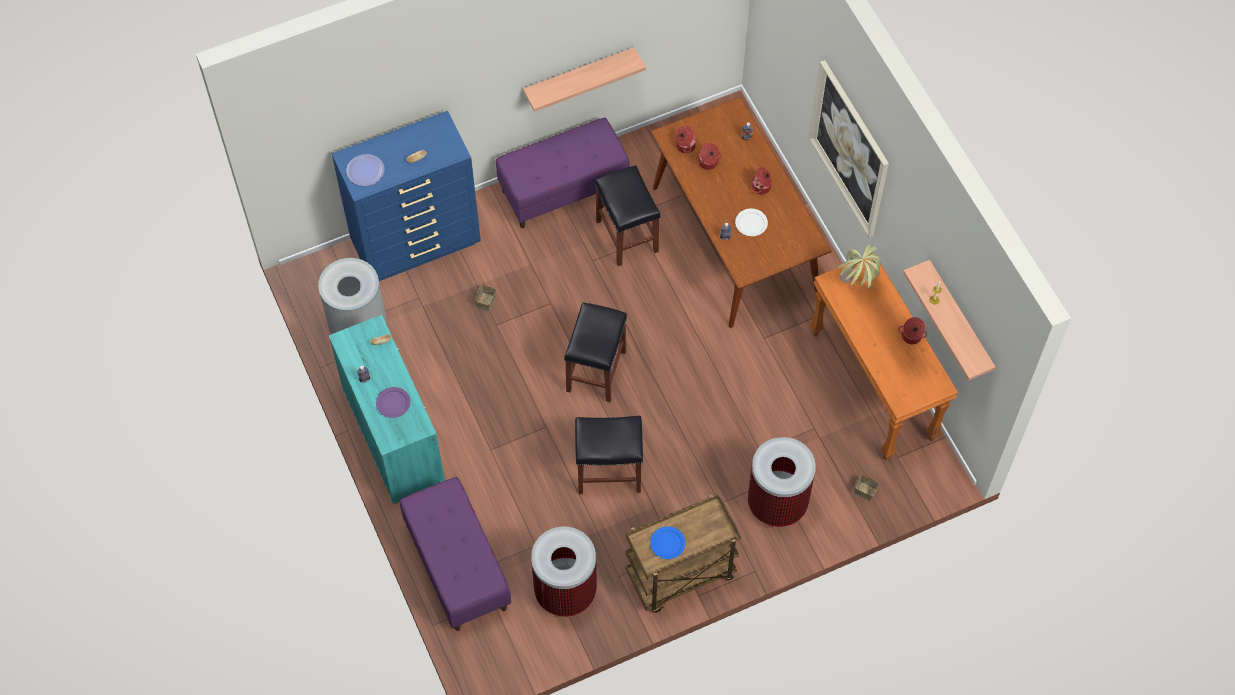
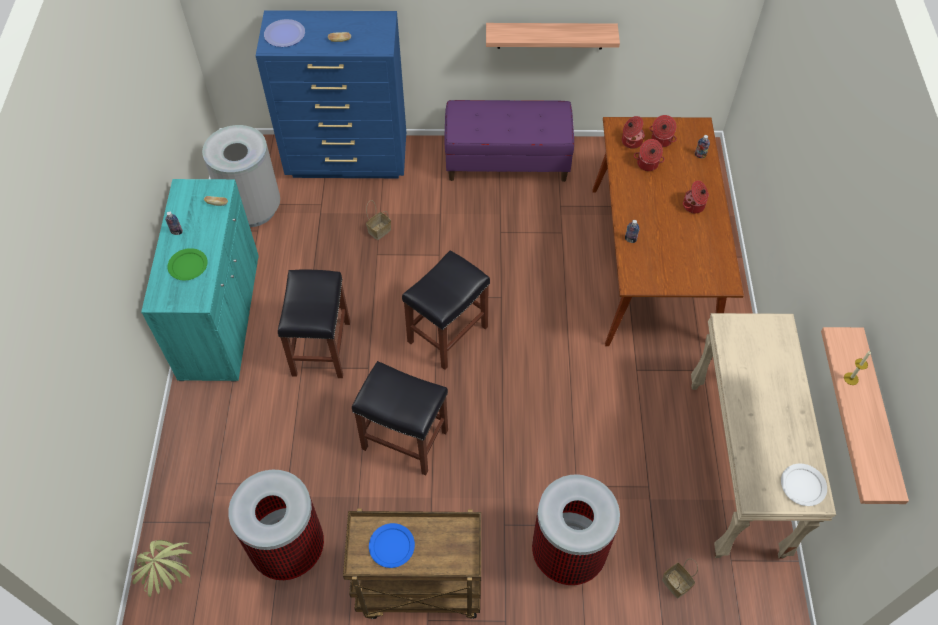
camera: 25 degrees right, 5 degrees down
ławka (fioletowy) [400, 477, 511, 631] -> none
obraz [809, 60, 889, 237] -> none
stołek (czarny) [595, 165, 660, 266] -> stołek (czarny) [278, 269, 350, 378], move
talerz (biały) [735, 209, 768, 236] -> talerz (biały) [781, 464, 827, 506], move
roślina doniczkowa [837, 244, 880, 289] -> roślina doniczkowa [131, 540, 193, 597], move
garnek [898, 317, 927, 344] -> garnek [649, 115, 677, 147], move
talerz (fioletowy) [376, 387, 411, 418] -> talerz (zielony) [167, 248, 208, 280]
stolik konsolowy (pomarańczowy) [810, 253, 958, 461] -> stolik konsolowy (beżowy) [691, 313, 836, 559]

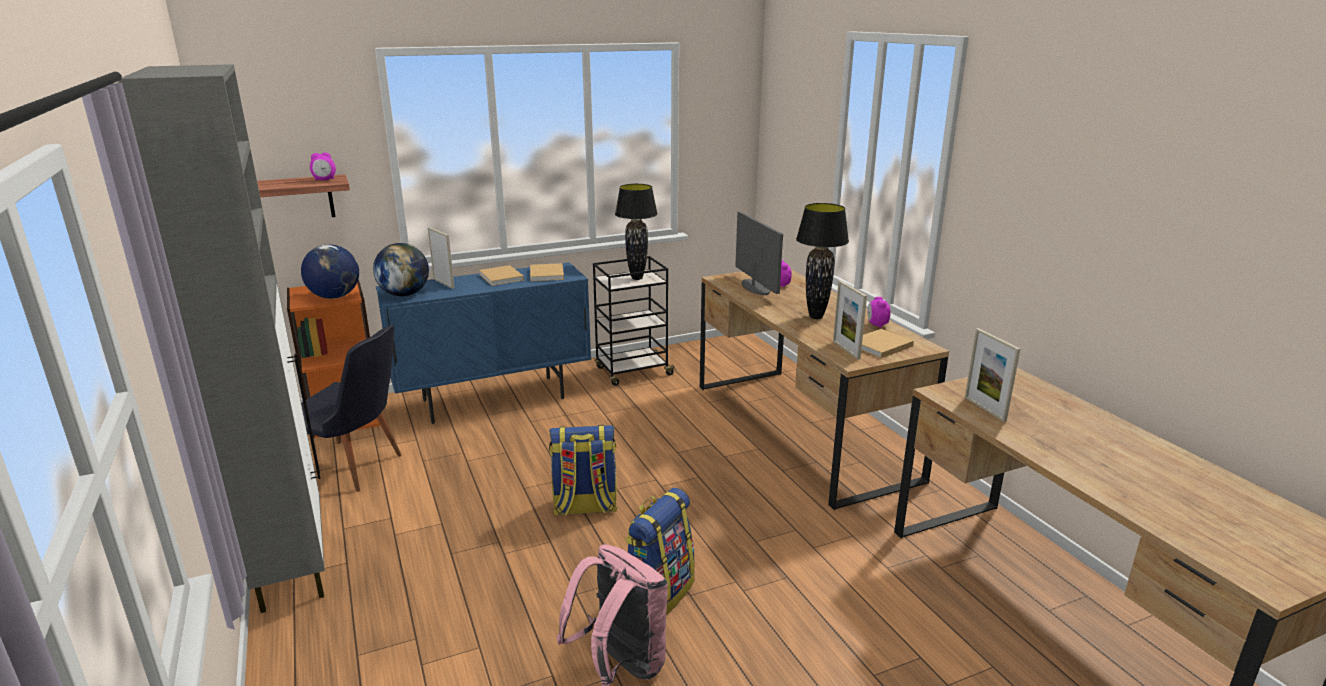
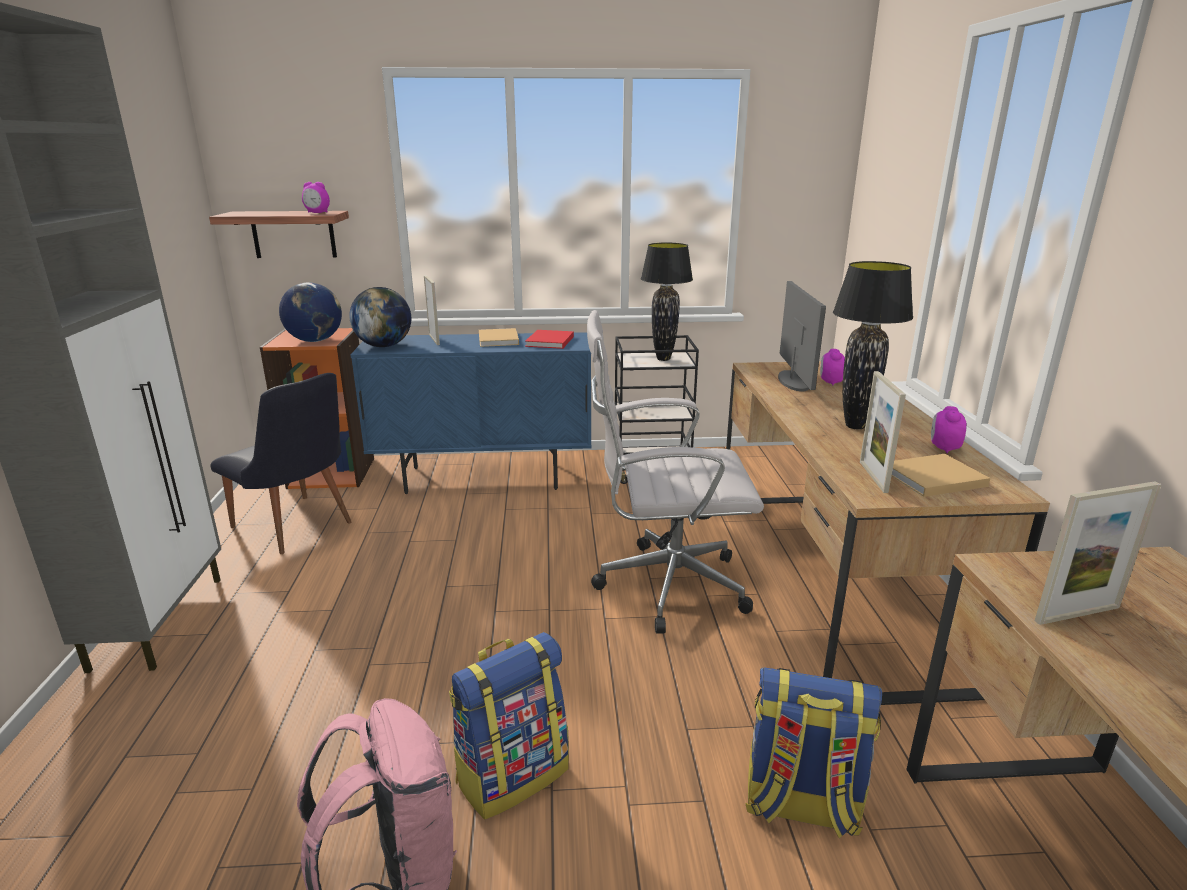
camera: 20 degrees right, 0 degrees up
none -> krzesło biurowe (biały) [587, 310, 764, 634]
plecak [549, 425, 617, 516] -> plecak [745, 667, 882, 838], move
książka (beżowy) [530, 263, 564, 281] -> książka (czerwony) [525, 330, 574, 349]
ramka na zdjęcie [965, 328, 1020, 422] -> ramka na zdjęcie [1035, 481, 1162, 625], 105 degrees counterclockwise

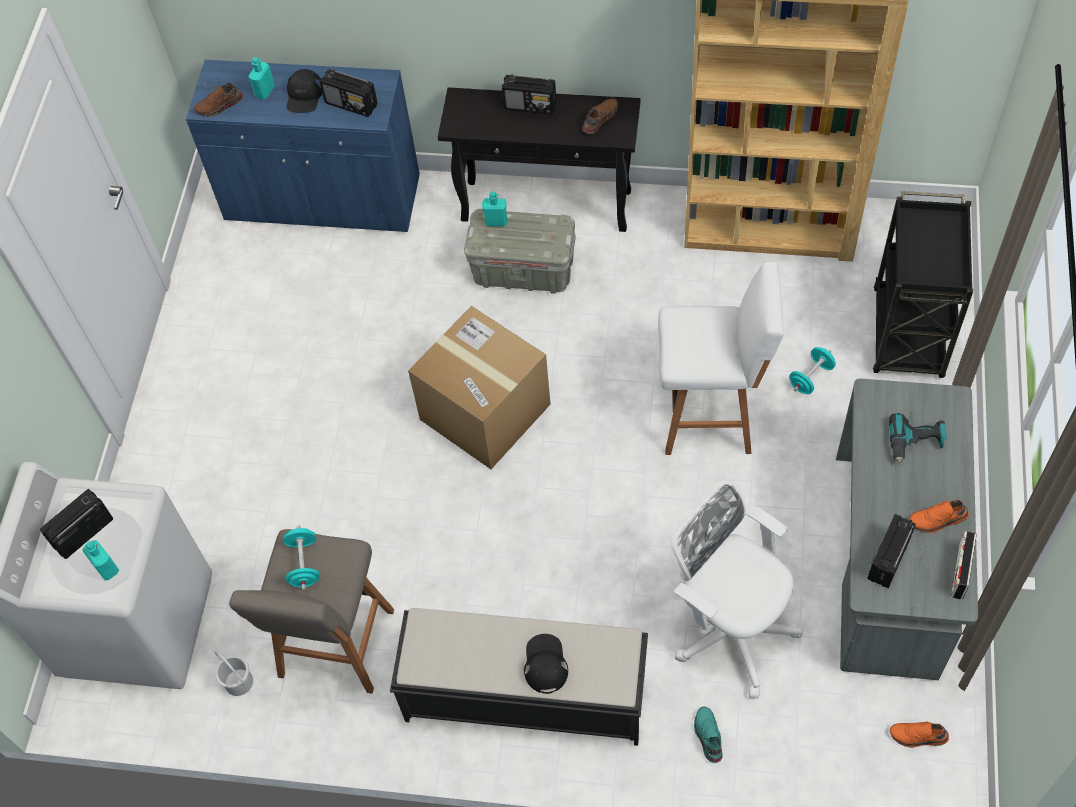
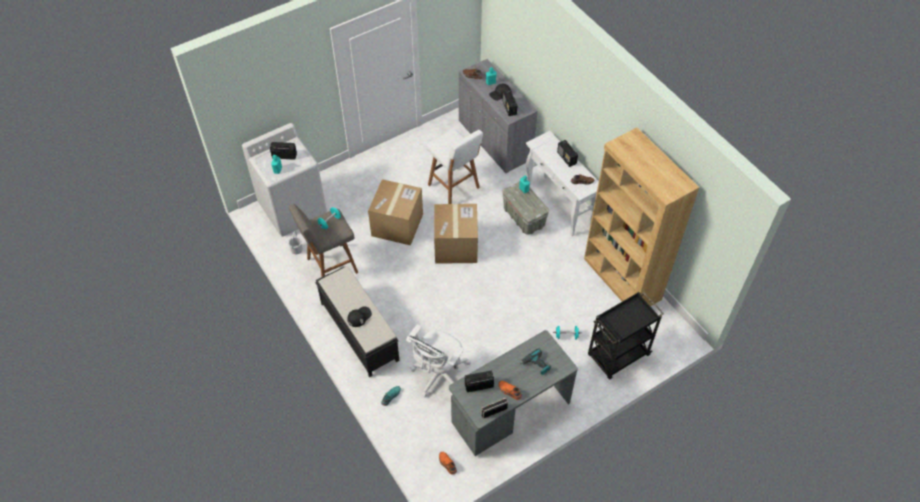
camera: 45 degrees right, 5 degrees down
none -> karton [368, 179, 423, 246]
stołek (biały) [658, 261, 784, 455] -> stołek (biały) [427, 129, 483, 204], move
szafka (niebieski) [186, 60, 420, 232] -> szafka (szary) [459, 59, 538, 173]
stolik konsolowy (czarny) [438, 87, 641, 232] -> stolik konsolowy (biały) [526, 131, 599, 236]
krzesło biurowe (biały) [671, 479, 803, 699] -> krzesło biurowe (biały) [406, 325, 471, 397], 150 degrees counterclockwise

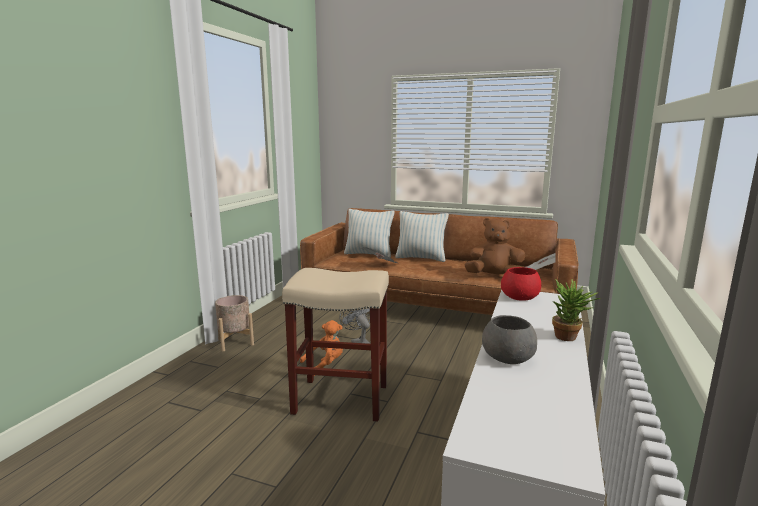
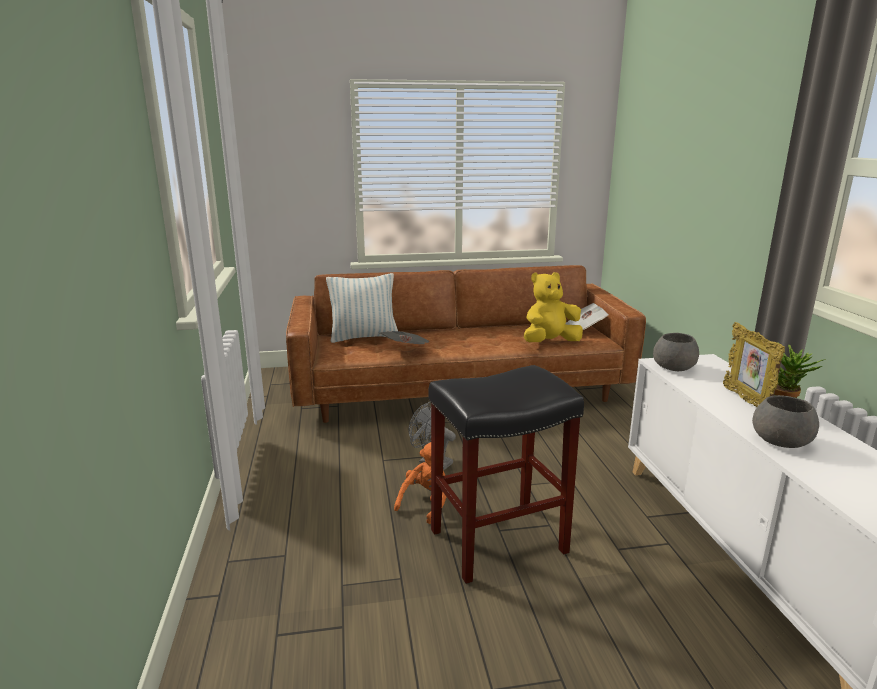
camera: 30 degrees left, 5 degrees up
donica (beżowy) [215, 295, 254, 351] -> none
poduszka [395, 211, 449, 262] -> none
none -> ramka na zdjęcie [723, 322, 785, 407]
stołek (beżowy) [282, 268, 389, 421] -> stołek (czarny) [428, 365, 584, 584]
pluszak (brązowy) [464, 218, 526, 274] -> pluszak (żółty) [524, 272, 583, 342]
miska (czerwony) [501, 267, 541, 301] -> miska (szary) [653, 333, 699, 371]

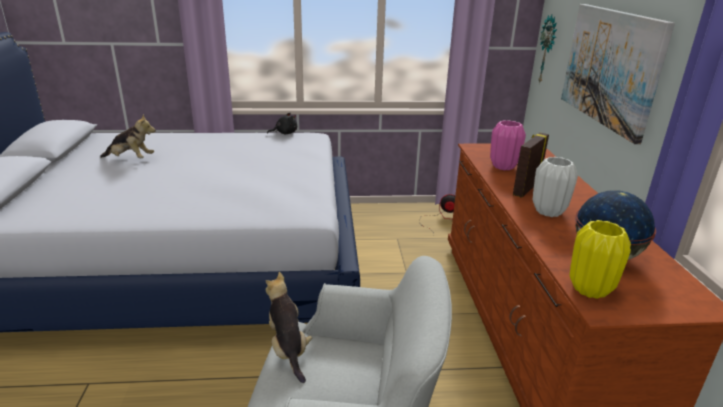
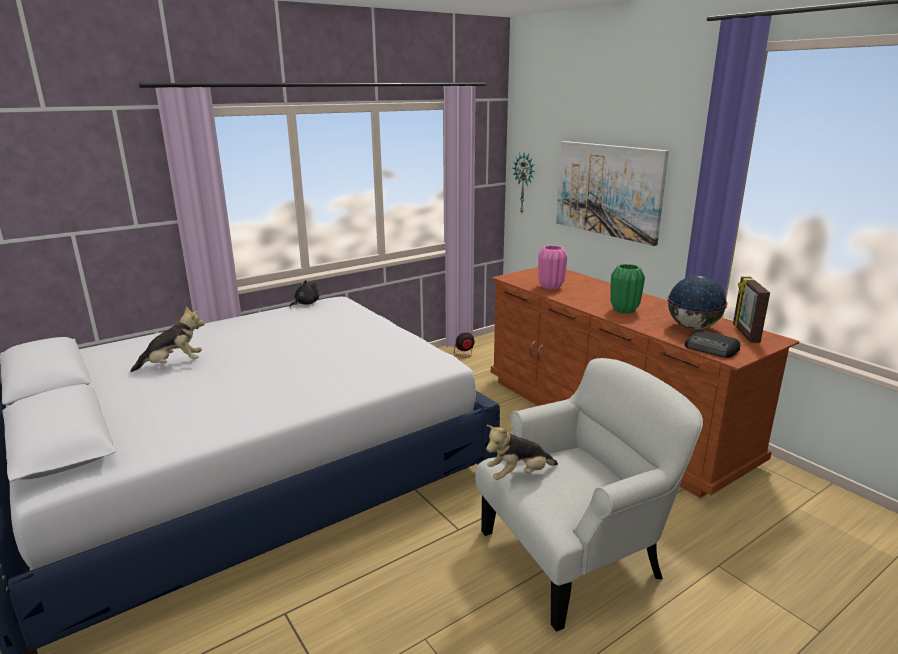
camera: 30 degrees left, 5 degrees down
ramka na zdjęcie [513, 133, 549, 198] -> ramka na zdjęcie [733, 277, 770, 343], move
wazon (żółty) [569, 220, 631, 299] -> radio [685, 330, 740, 358]
wazon (biały) [533, 157, 578, 217] -> wazon (zielony) [610, 264, 645, 313]
pluszak [266, 272, 312, 383] -> pluszak [486, 425, 558, 480], 60 degrees counterclockwise

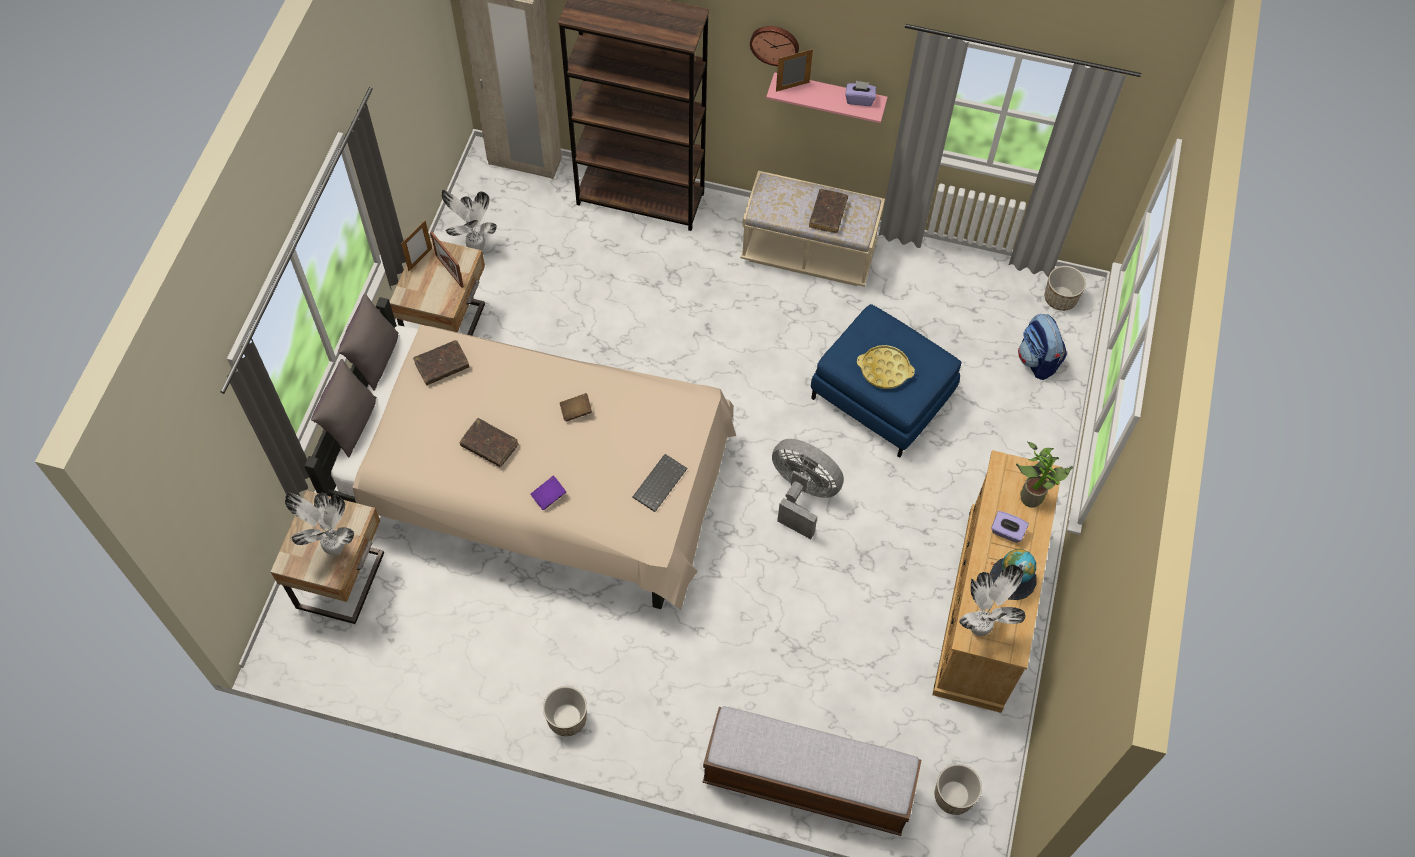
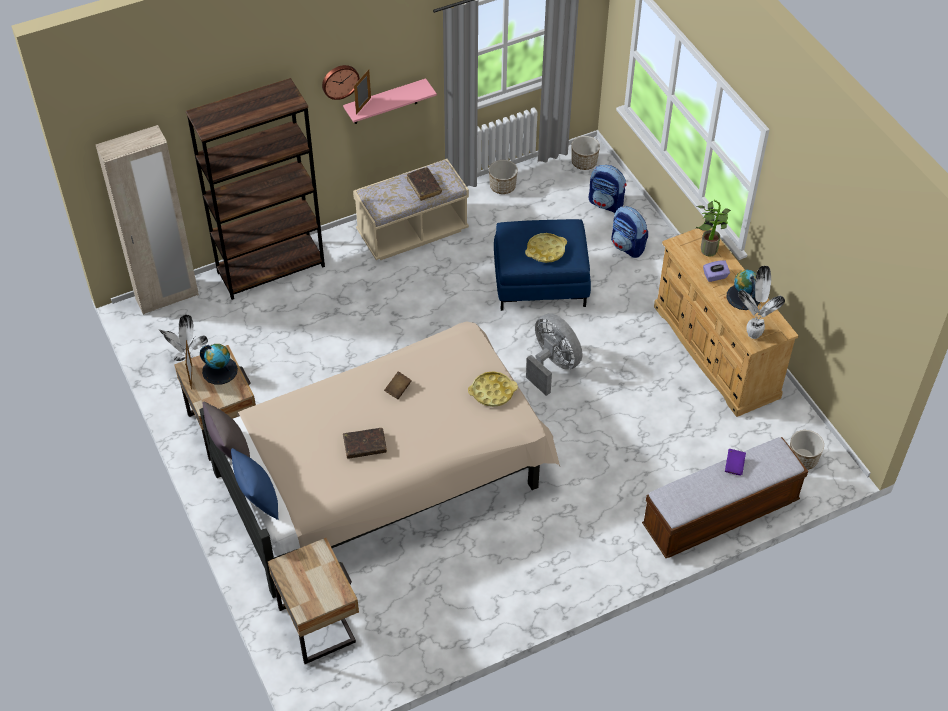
camera: 40 degrees left, 10 degrees down
roślina doniczkowa [285, 493, 354, 555] -> none
książka (brązowy) [413, 340, 469, 385] -> none
pudełko chusteczek (fioletowy) [845, 81, 876, 106] -> none
none -> plecak [611, 206, 648, 258]
książka (fioletowy) [531, 476, 566, 510] -> książka (fioletowy) [725, 449, 746, 476], move
donica [543, 686, 587, 736] -> donica [489, 160, 518, 194], move
ramka na zdjęcie [430, 231, 464, 288] -> globus [200, 344, 238, 385]
klawiatura [633, 454, 687, 512] -> taca (żółty) [468, 372, 518, 407]
poduszka (szary) [311, 359, 377, 458] -> poduszka (niebieski) [231, 448, 278, 520]
wentylator (szary) [772, 439, 844, 539] -> wentylator (szary) [526, 313, 582, 396], 60 degrees clockwise

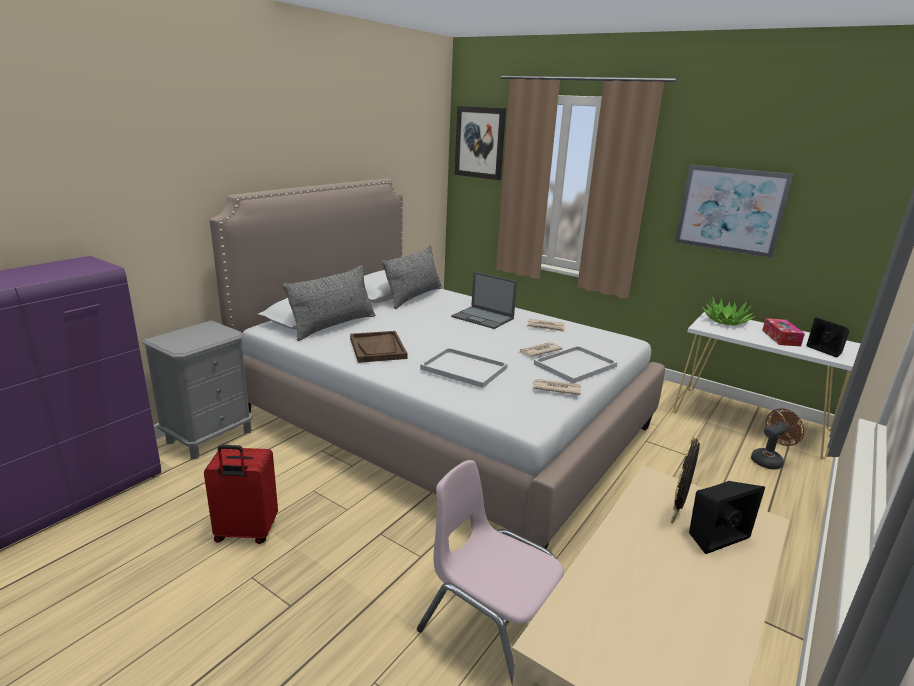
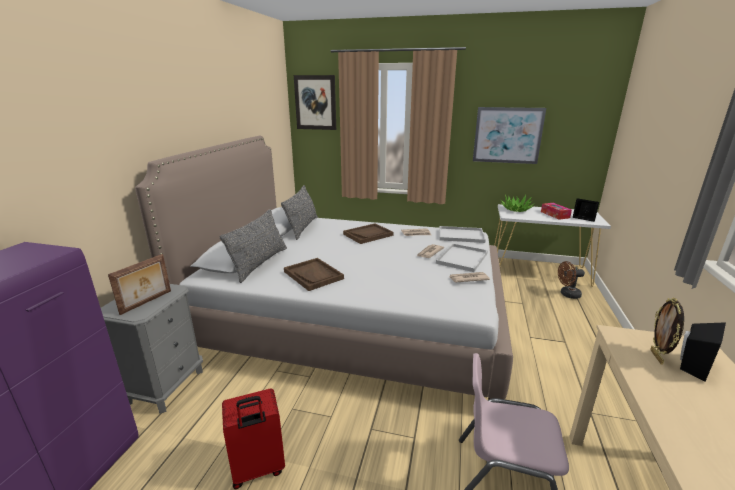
camera: 20 degrees left, 0 degrees up
none -> ramka na zdjęcie [108, 254, 171, 315]
taca (biały) [420, 348, 508, 388] -> taca (biały) [439, 226, 486, 243], move
laptop [451, 272, 517, 329] -> taca (brązowy) [343, 223, 394, 244]
wentylator (brązowy) [751, 408, 804, 470] -> wentylator (brązowy) [558, 261, 585, 299], 135 degrees counterclockwise

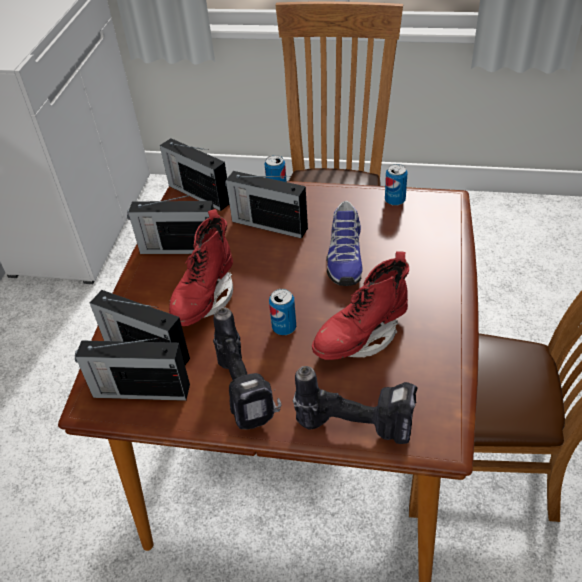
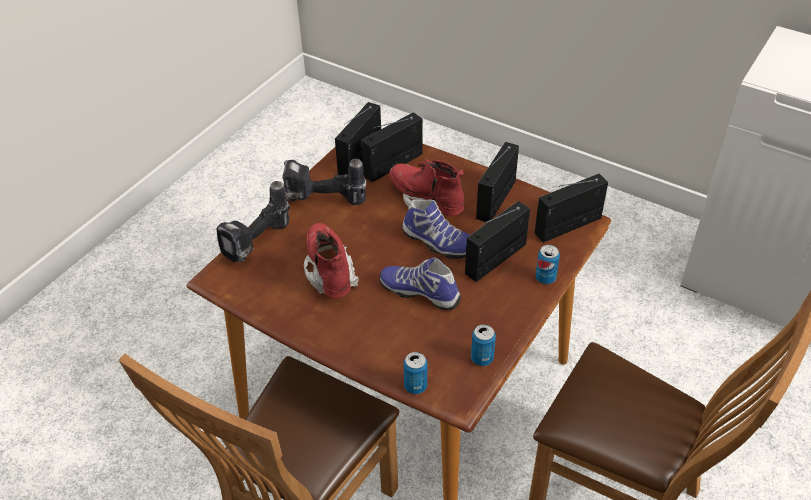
camera: 110 degrees right, 0 degrees up
none -> but [402, 200, 470, 259]
puszka [269, 289, 296, 335] -> puszka [404, 352, 427, 394], move

